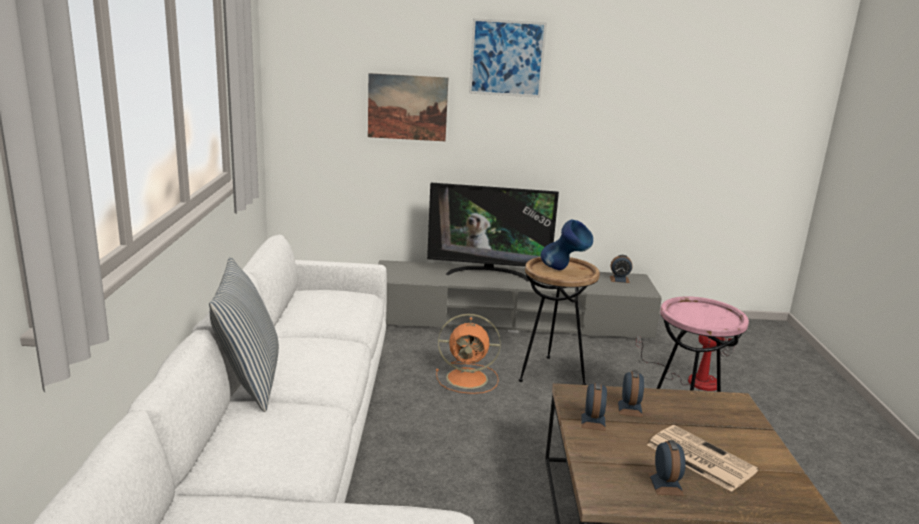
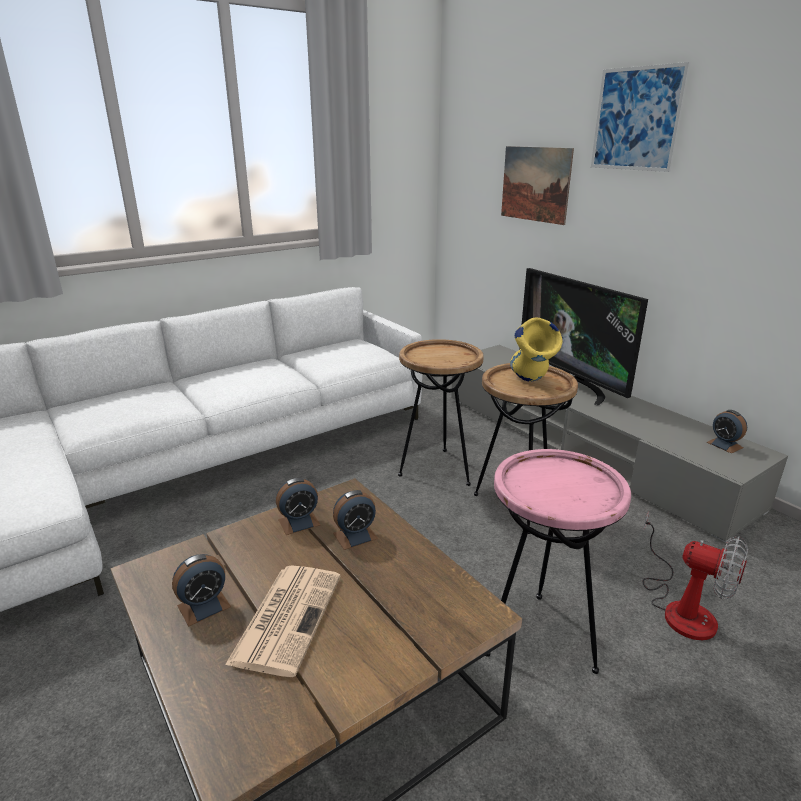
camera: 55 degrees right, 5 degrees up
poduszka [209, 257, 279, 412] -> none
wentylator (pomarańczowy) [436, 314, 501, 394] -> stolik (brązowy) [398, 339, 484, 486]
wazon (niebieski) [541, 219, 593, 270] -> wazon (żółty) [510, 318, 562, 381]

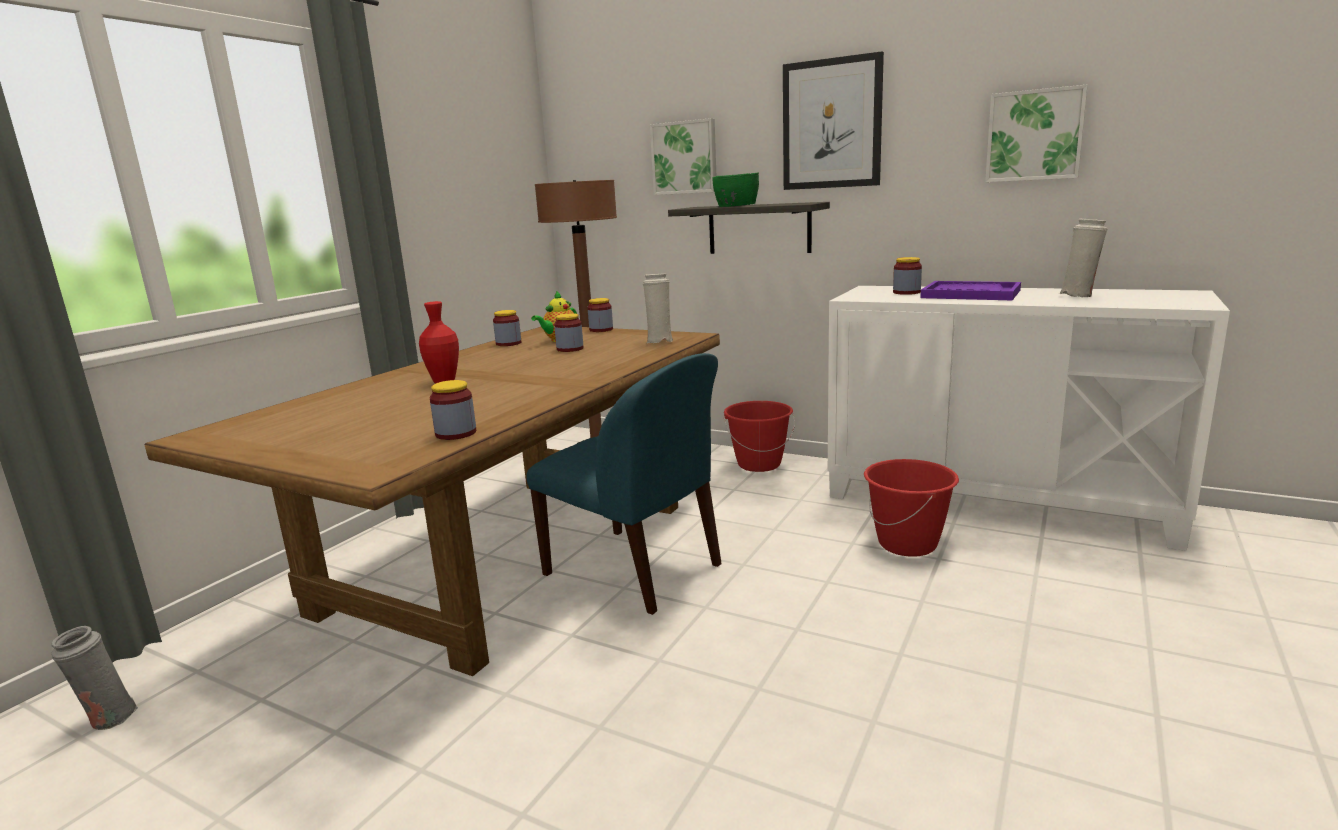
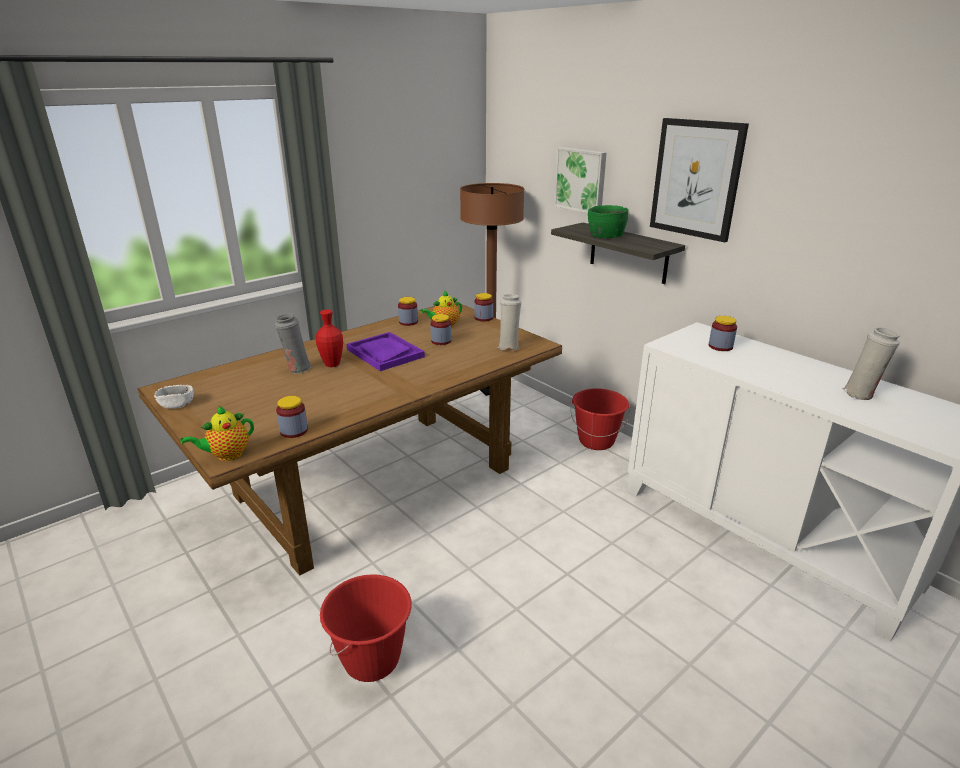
camera: 20 degrees right, 10 degrees up
krzesło (niebieski) [526, 353, 722, 615] -> none
obraz [985, 85, 1088, 182] -> none
none -> miska (biały) [154, 384, 194, 409]
none -> imbryk [180, 406, 254, 461]
wazon (szary) [51, 626, 138, 730] -> wazon (szary) [275, 313, 311, 374], move
wiadro (czerwony) [864, 459, 959, 557] -> wiadro (czerwony) [320, 574, 412, 682], move
taca (fioletowy) [920, 281, 1021, 300] -> taca (fioletowy) [347, 332, 425, 371], move

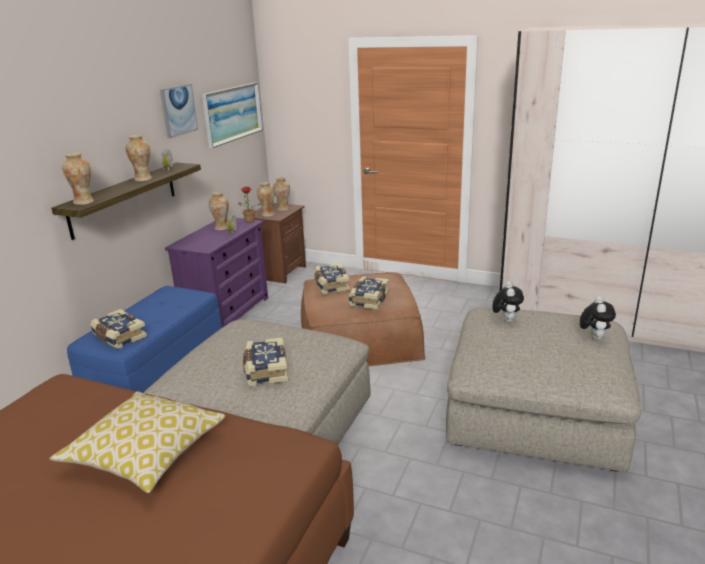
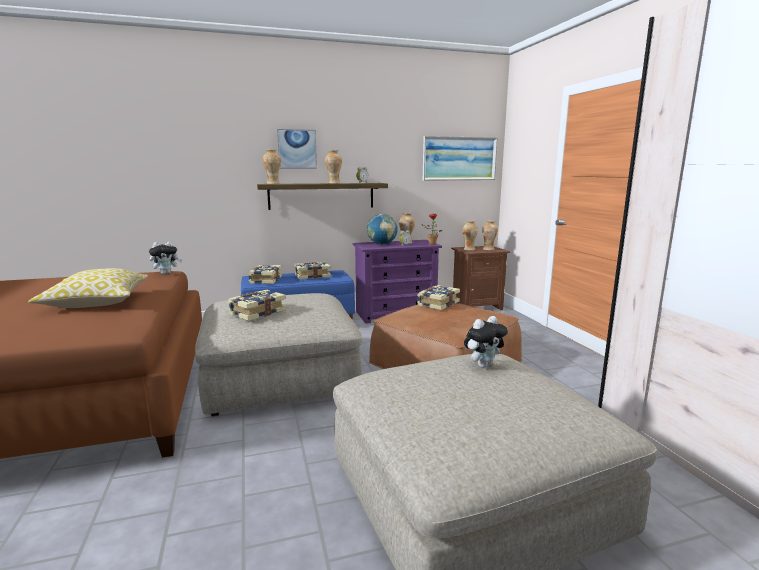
camera: 50 degrees right, 10 degrees down
none -> globus [367, 214, 398, 245]
obraz [160, 84, 198, 138] -> obraz [277, 129, 317, 169], move
książka [348, 276, 389, 310] -> książka [294, 262, 331, 280], move
pluszak [580, 297, 616, 340] -> pluszak [149, 242, 182, 274], move

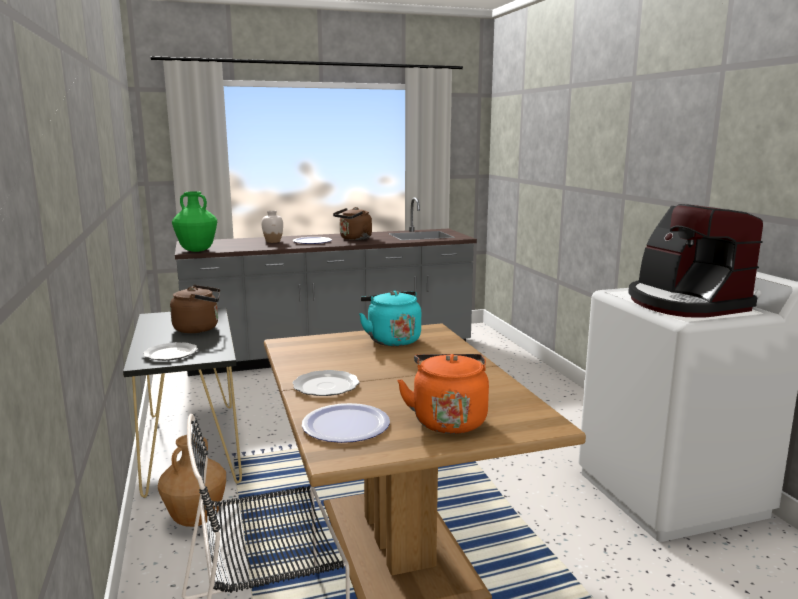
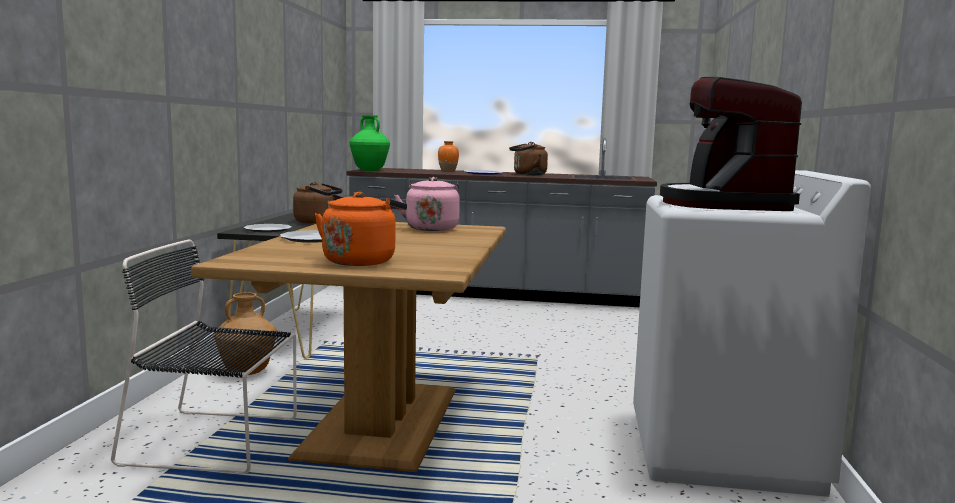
camera: 25 degrees right, 5 degrees down
talerz [302, 403, 390, 443] -> none
wazon (biały) [261, 211, 283, 243] -> wazon (pomarańczowy) [438, 141, 459, 172]
czajnik (turkusowy) [359, 290, 421, 346] -> czajnik (różowy) [394, 177, 460, 231]

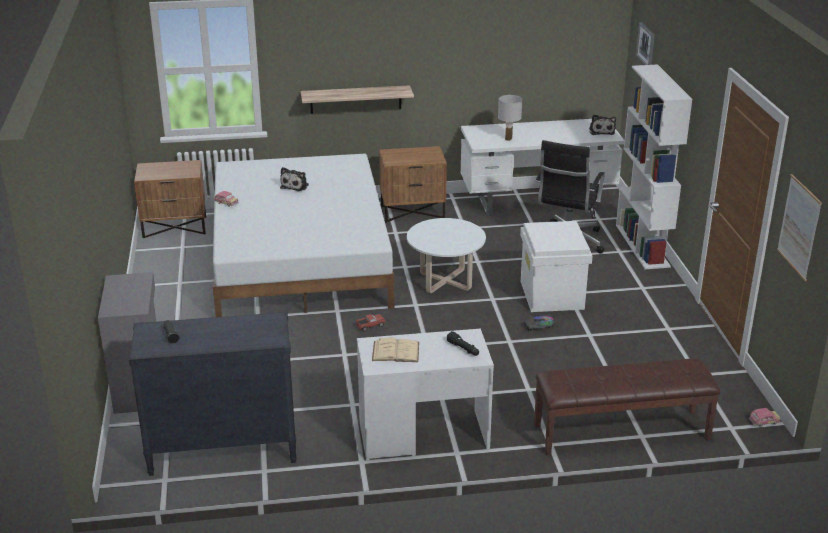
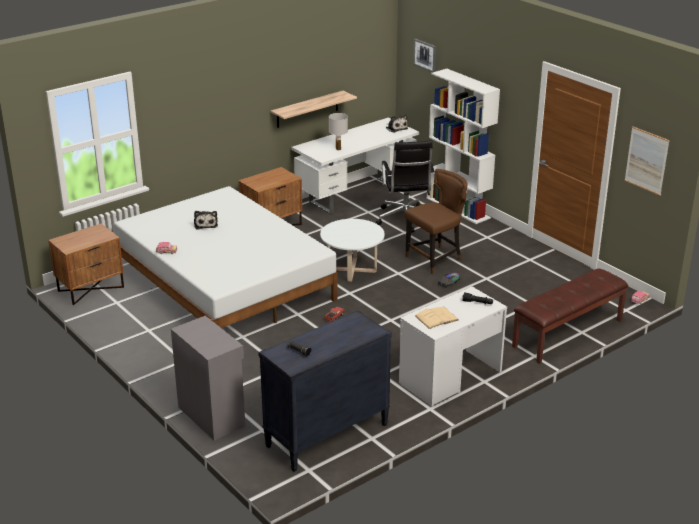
camera: 30 degrees left, 0 degrees up
półka [301, 85, 414, 114] -> półka [271, 91, 357, 128], move
pojemnik do przechowywania (biały) [520, 221, 593, 312] -> krzesło (brązowy) [404, 169, 468, 274]

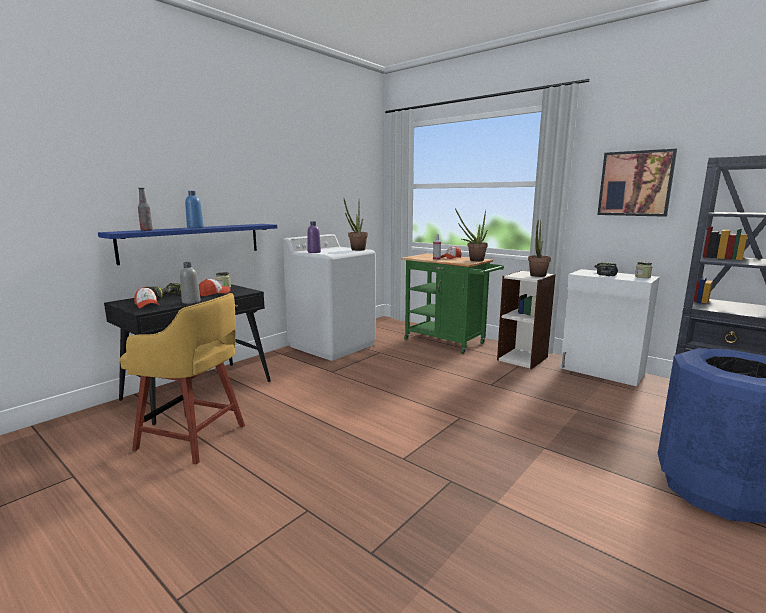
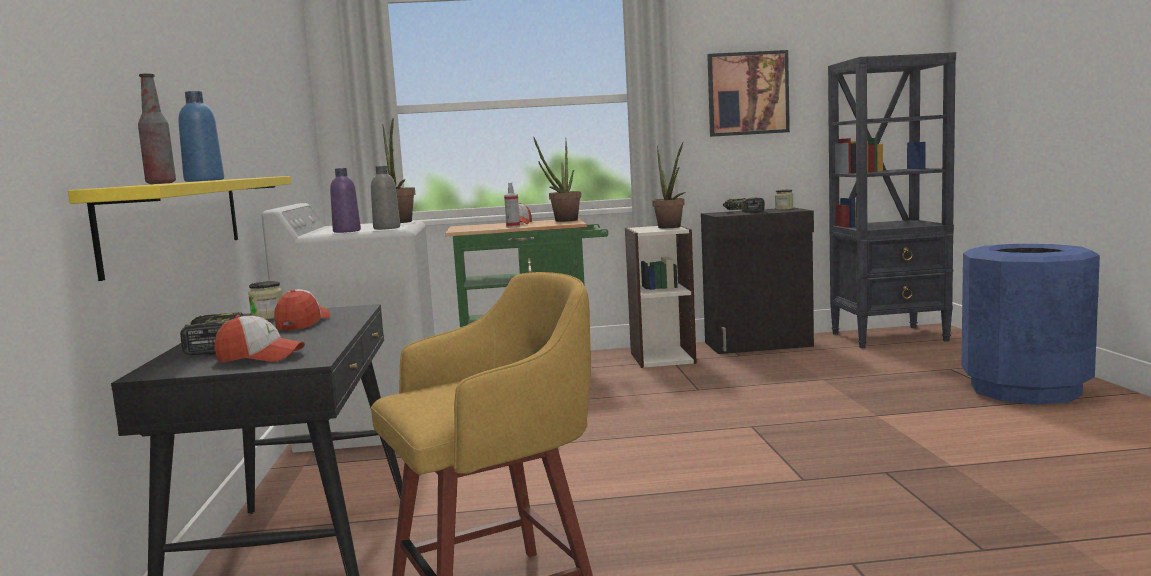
camera: 45 degrees left, 5 degrees down
butelka (szary) [180, 262, 201, 304] -> butelka (szary) [371, 166, 400, 230], move
półka (niebieski) [98, 224, 277, 265] -> półka (żółty) [68, 176, 291, 281]
szafka (biały) [560, 269, 660, 386] -> szafka (czarny) [701, 208, 814, 354]

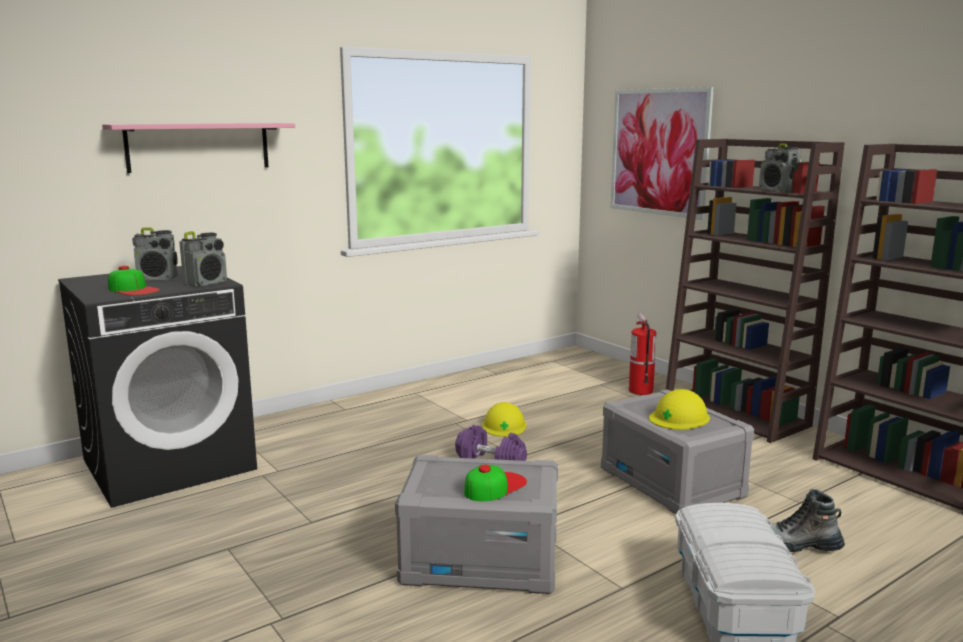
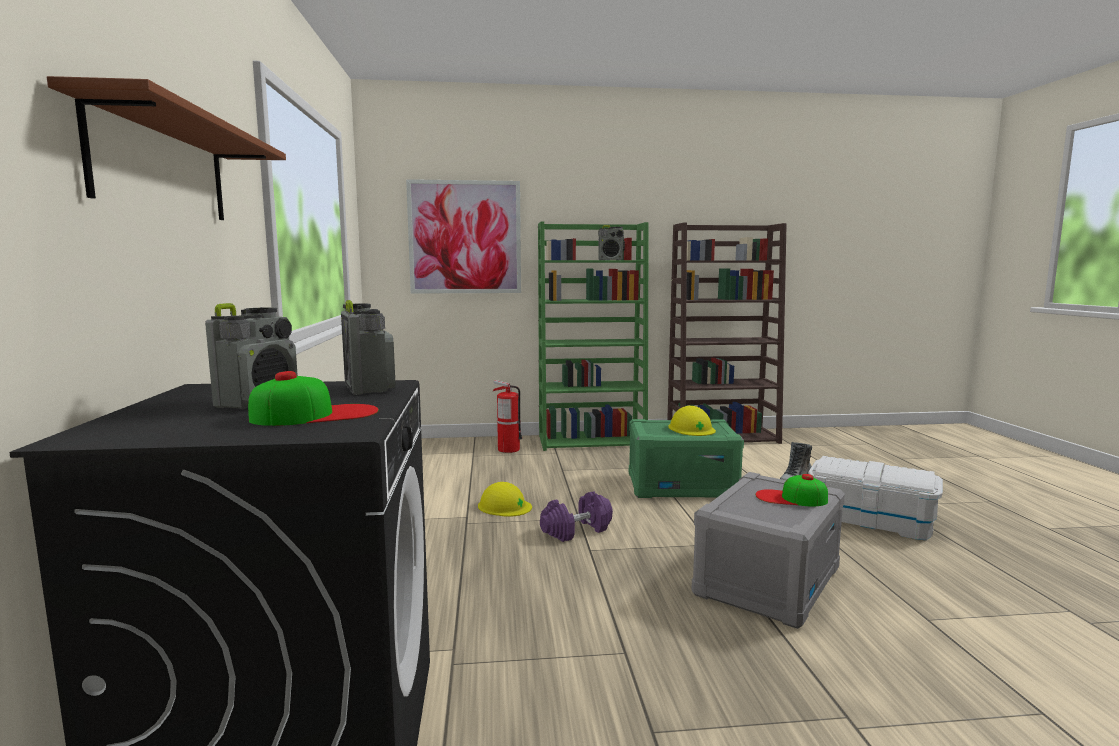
camera: 60 degrees left, 5 degrees down
półka (różowy) [102, 123, 295, 173] -> półka (brązowy) [47, 76, 286, 220]
pojemnik do przechowywania (szary) [601, 389, 754, 514] -> pojemnik do przechowywania (zielony) [629, 419, 744, 498]
regał (brązowy) [666, 139, 845, 443] -> regał (zielony) [538, 221, 649, 451]
czapka z daszkiem [464, 465, 527, 501] -> czapka z daszkiem [755, 474, 828, 506], 60 degrees counterclockwise

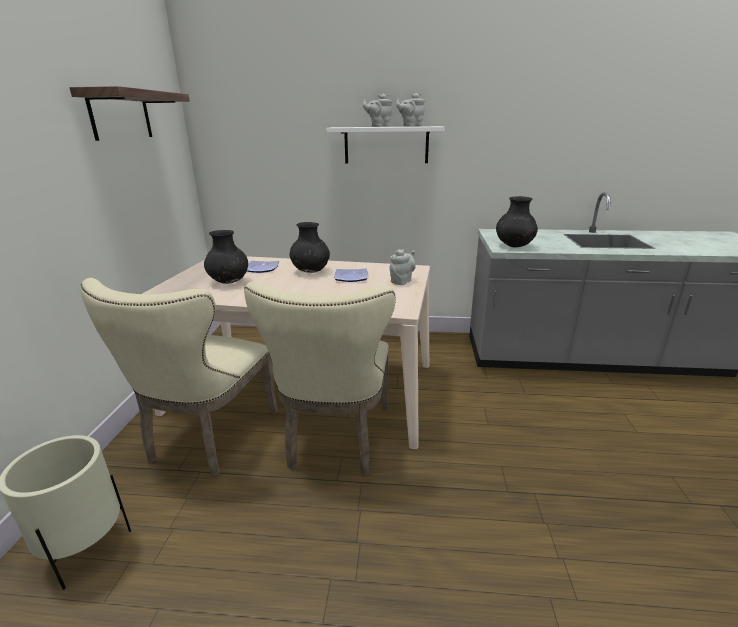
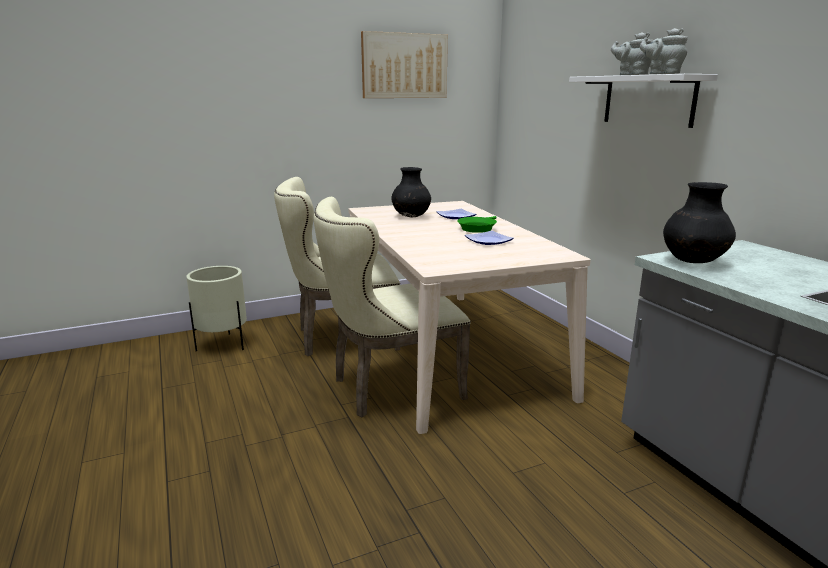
camera: 60 degrees right, 5 degrees down
imbryk (szary) [390, 249, 416, 285] -> none
półka [69, 86, 190, 141] -> obraz [361, 31, 448, 98]
wazon (czarny) [289, 222, 330, 273] -> patelnia (zielony) [457, 216, 497, 233]

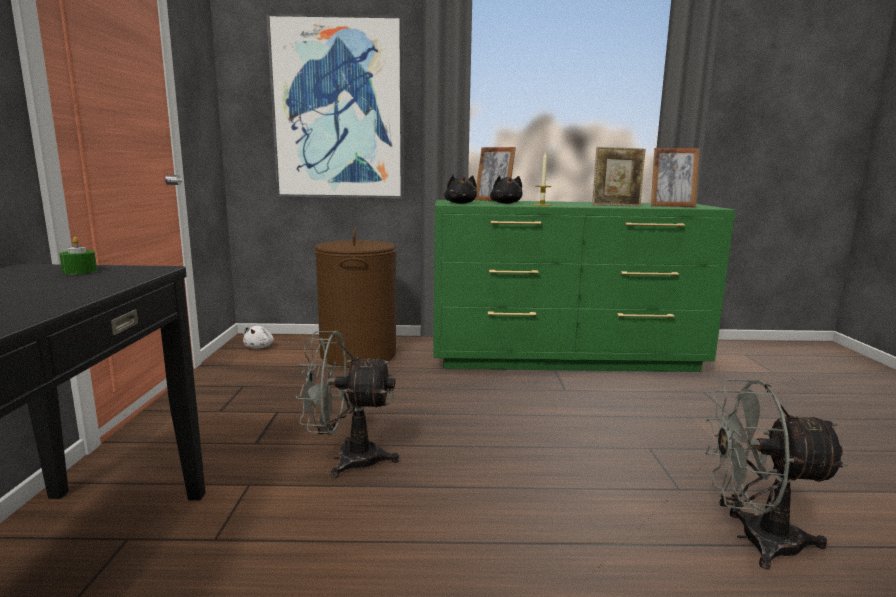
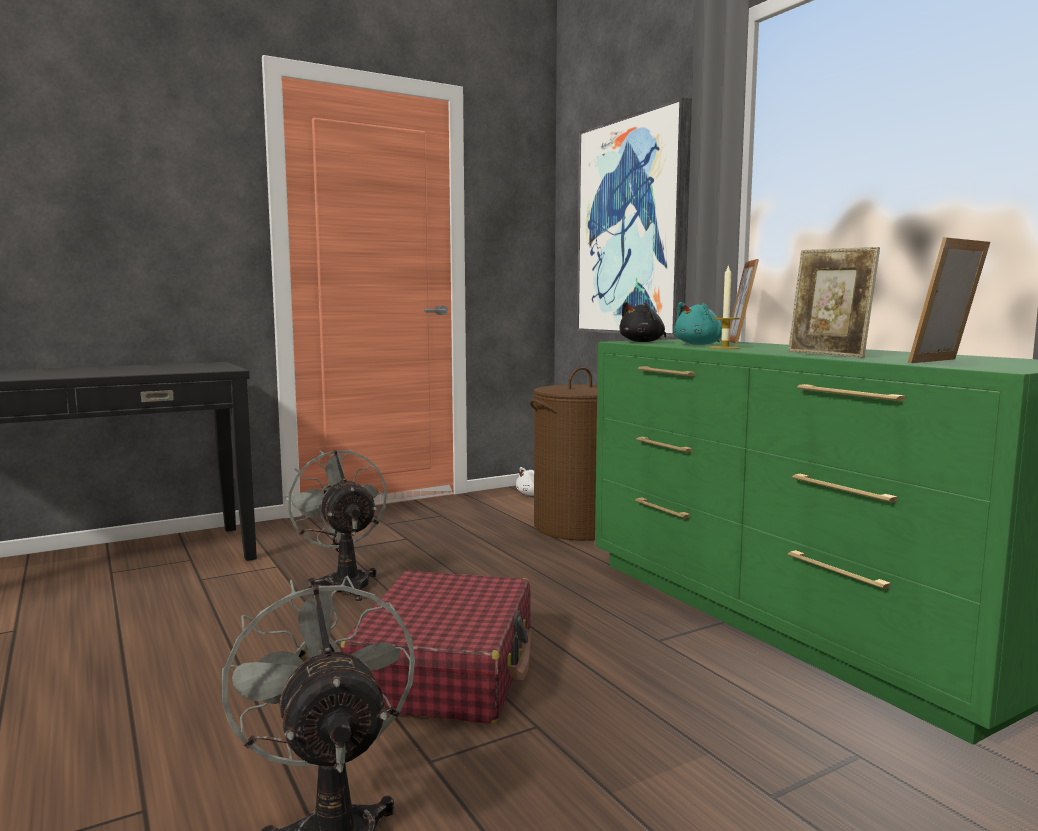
camera: 60 degrees right, 5 degrees down
świeca (zielony) [59, 236, 97, 274] -> none
none -> walizka (czerwony) [340, 571, 531, 724]
pluszak (czarny) [490, 175, 523, 204] -> pluszak (turkusowy) [674, 302, 722, 345]
ramka na zdjęcie [651, 148, 700, 207] -> ramka na zdjęcie [908, 237, 990, 363], 75 degrees clockwise

